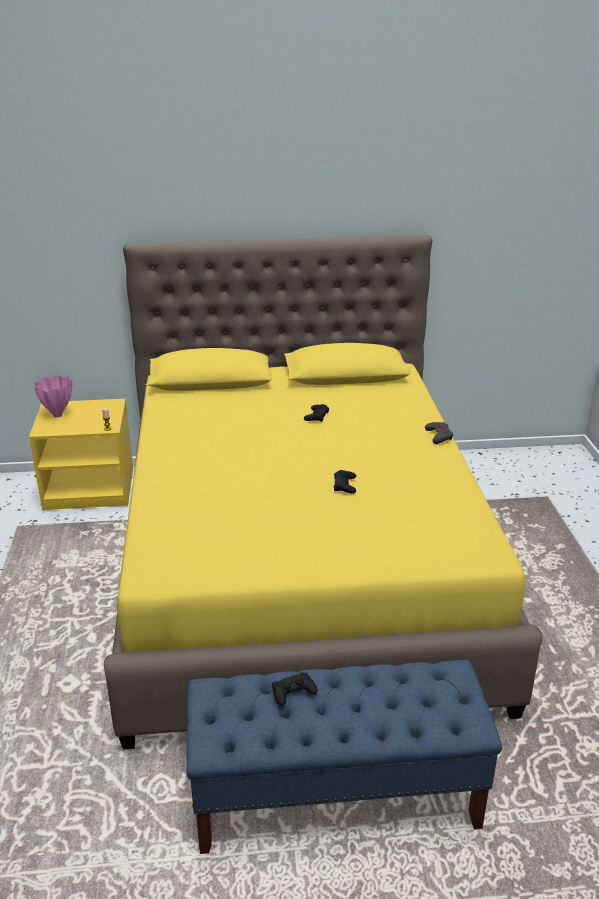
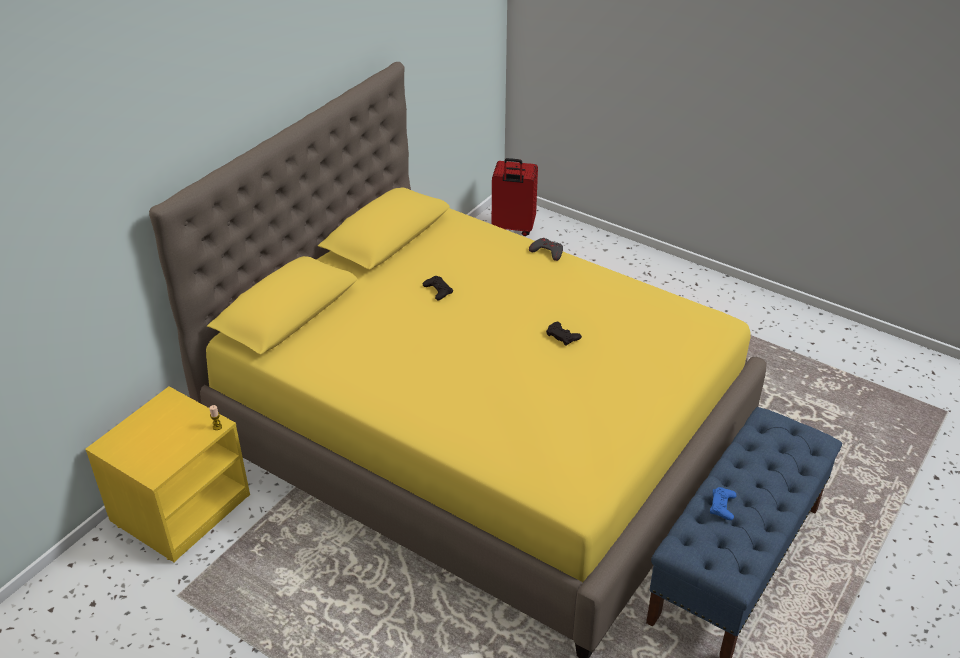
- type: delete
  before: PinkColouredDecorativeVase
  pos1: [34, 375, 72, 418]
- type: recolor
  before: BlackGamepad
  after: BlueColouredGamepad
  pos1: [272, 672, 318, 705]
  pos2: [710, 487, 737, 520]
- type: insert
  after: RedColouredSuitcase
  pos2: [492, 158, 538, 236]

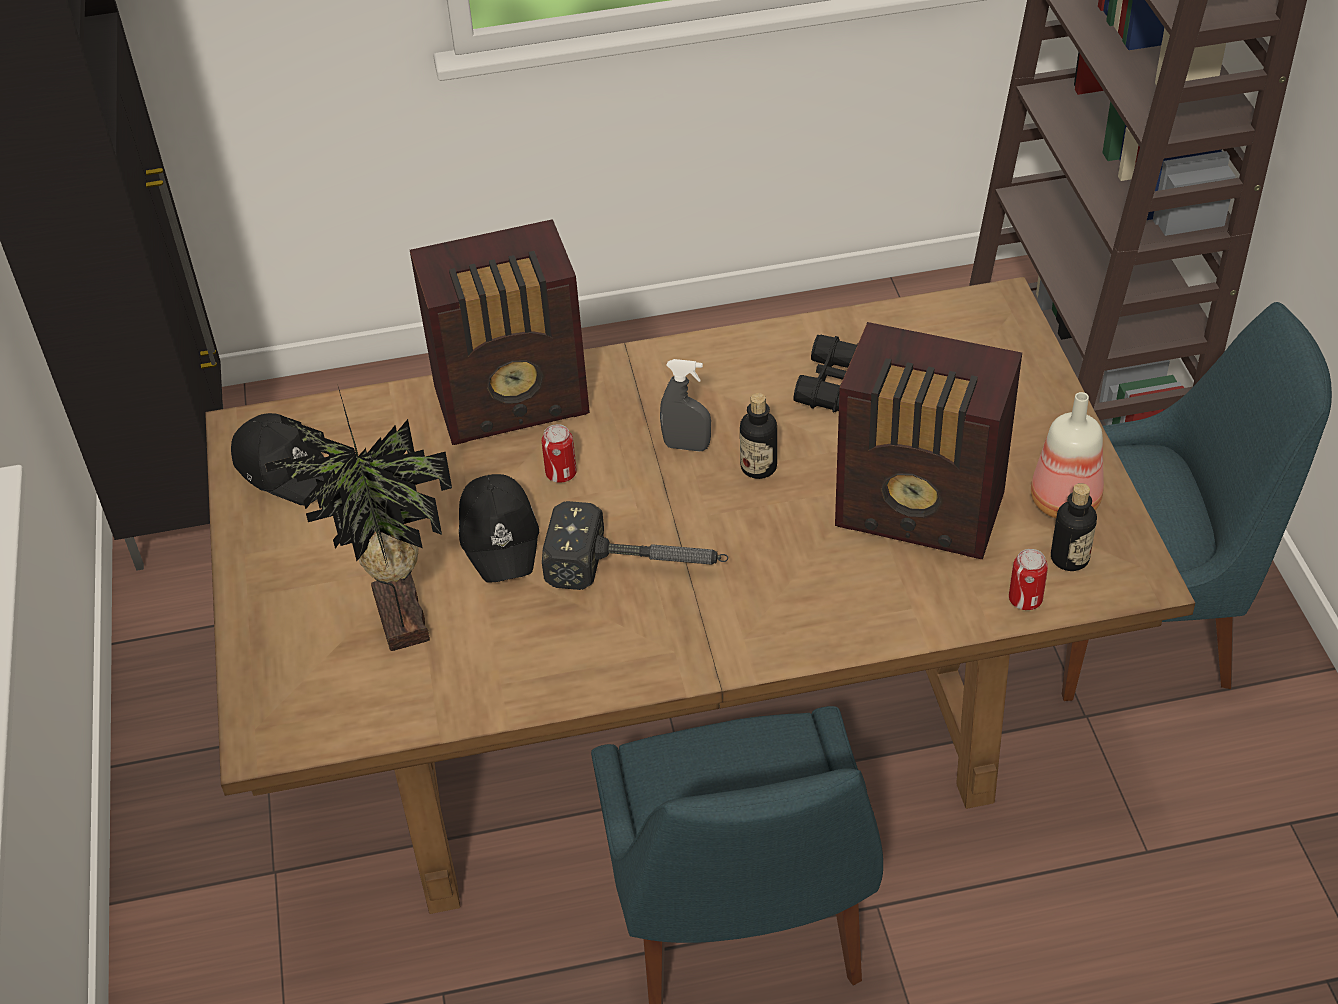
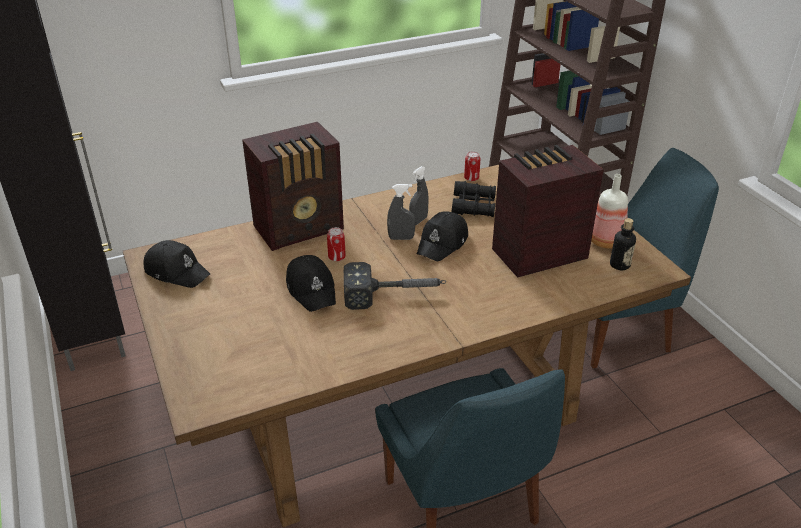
- type: delete
  before: PottedPlant
  pos1: [265, 387, 452, 651]
- type: replace
  before: BeverageBottle
  after: BlackBaseballCap
  pos1: [740, 393, 777, 479]
  pos2: [417, 211, 468, 261]
- type: rotate
  before: Radio
  pos1: [835, 322, 1022, 559]
  pos2: [492, 145, 604, 278]
  turn: 150
- type: move
  before: MetalCan
  pos1: [1009, 549, 1048, 610]
  pos2: [464, 151, 480, 181]
- type: insert
  after: GreyishSprayer
  pos2: [409, 166, 429, 225]

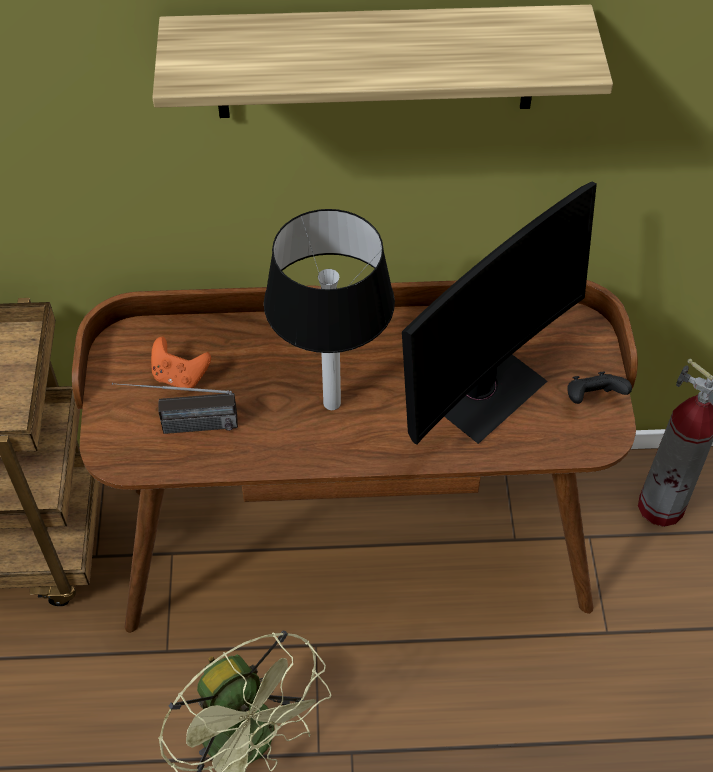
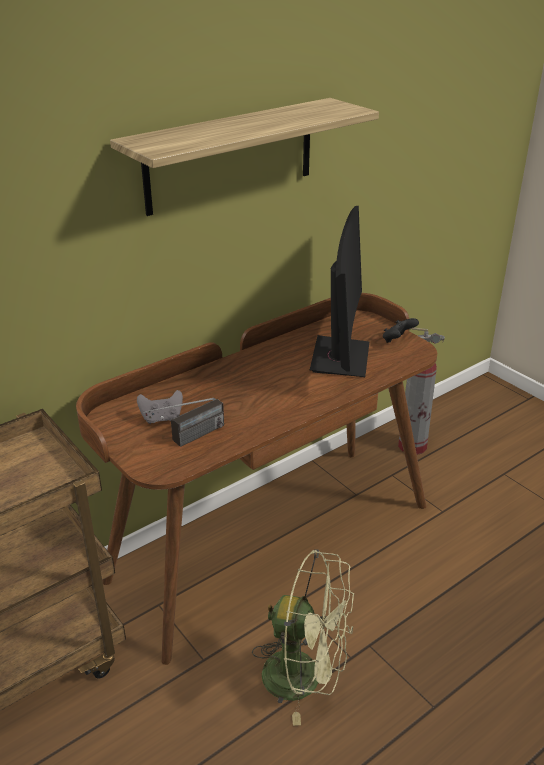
- type: recolor
  before: OrangeColouredGamepad
  after: GreyishGamepad
  pos1: [151, 337, 211, 388]
  pos2: [137, 390, 183, 424]
- type: delete
  before: TabletopLamp
  pos1: [264, 209, 395, 410]

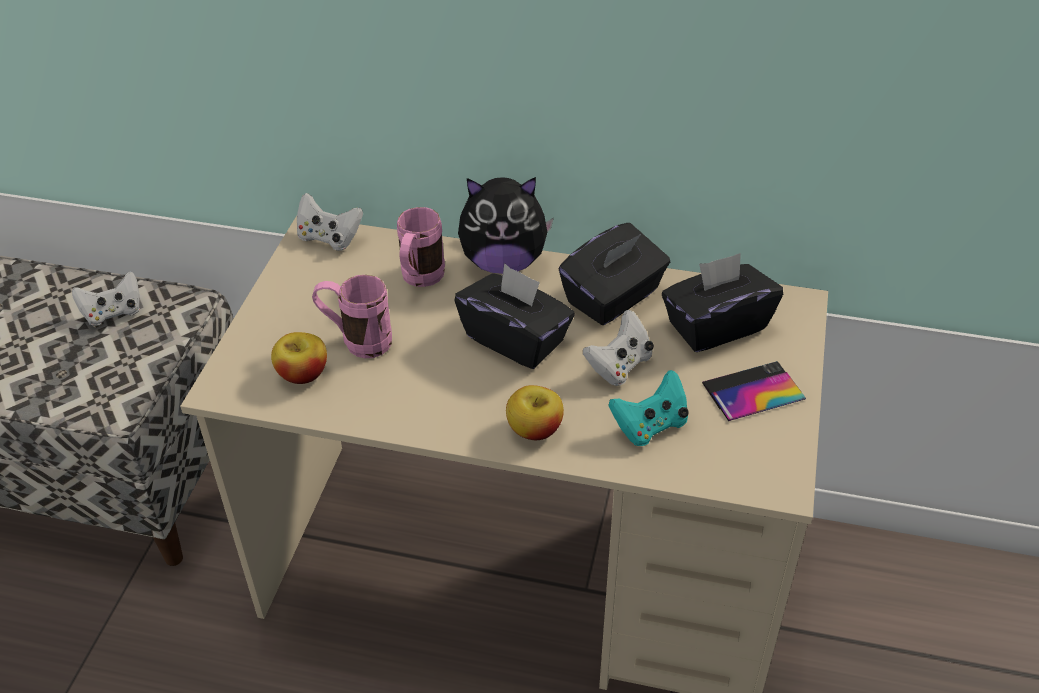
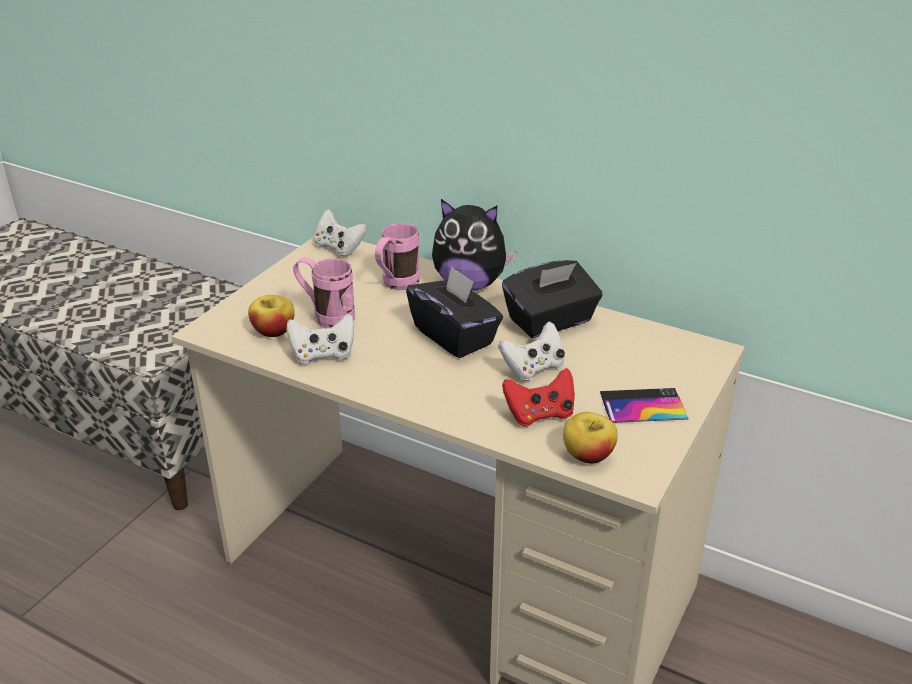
- type: move
  before: WhitishGamepad
  pos1: [72, 272, 140, 326]
  pos2: [286, 314, 354, 363]
- type: move
  before: AppleFruit
  pos1: [506, 385, 564, 440]
  pos2: [563, 412, 618, 464]
- type: recolor
  before: TurquoiseColouredGamepad
  after: RedColouredGamepad
  pos1: [608, 370, 689, 446]
  pos2: [502, 368, 575, 426]
- type: delete
  before: BlackBoxOfTissues
  pos1: [662, 253, 783, 352]

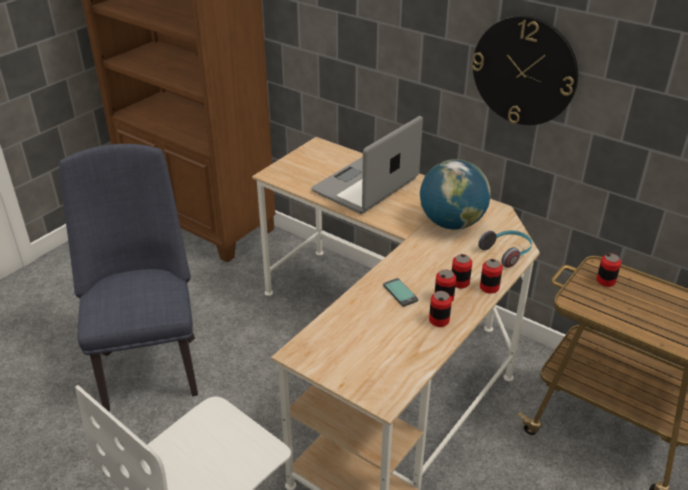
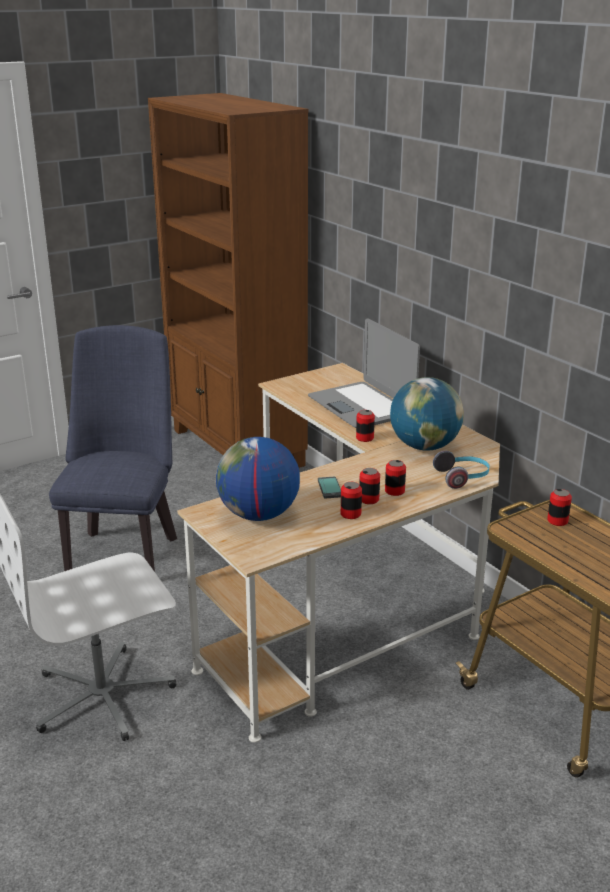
- type: rotate
  before: Laptop
  pos1: [311, 116, 423, 214]
  pos2: [308, 319, 420, 428]
  turn: -90
- type: delete
  before: HangingClock
  pos1: [472, 16, 578, 125]
- type: move
  before: MetalCan
  pos1: [480, 259, 503, 294]
  pos2: [356, 410, 375, 442]
- type: insert
  after: WorldGlobe
  pos2: [216, 437, 300, 521]

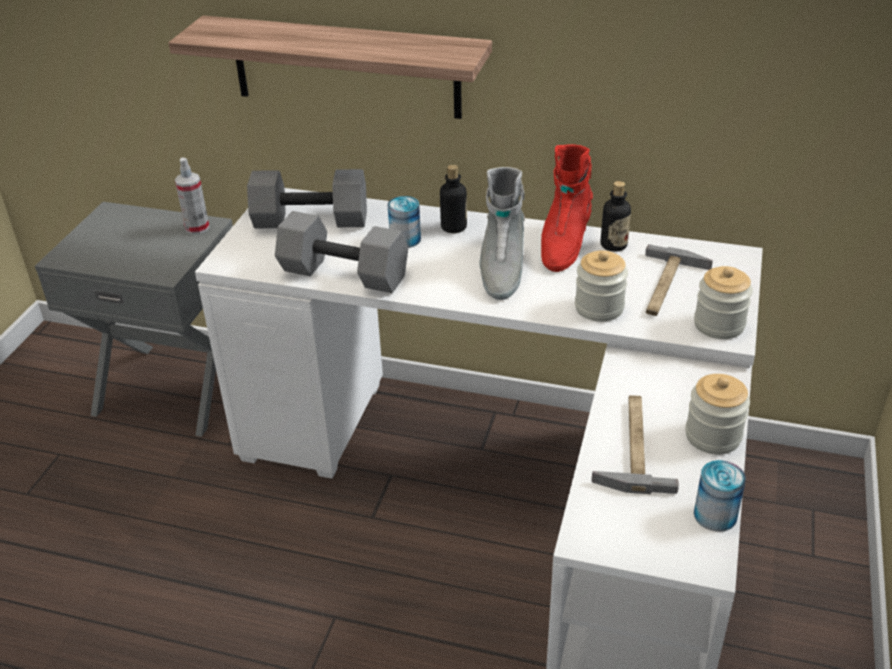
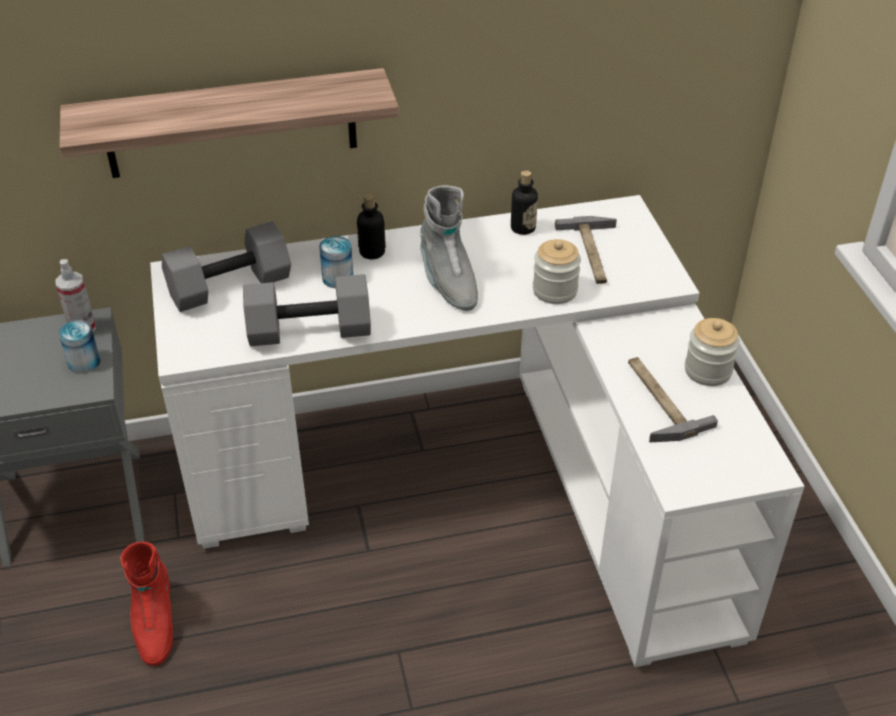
- type: move
  before: RedColouredBoot
  pos1: [541, 144, 593, 272]
  pos2: [120, 541, 173, 666]
- type: delete
  before: PreserveJar
  pos1: [694, 266, 753, 339]
- type: move
  before: MetalCan
  pos1: [694, 460, 746, 532]
  pos2: [59, 320, 100, 373]

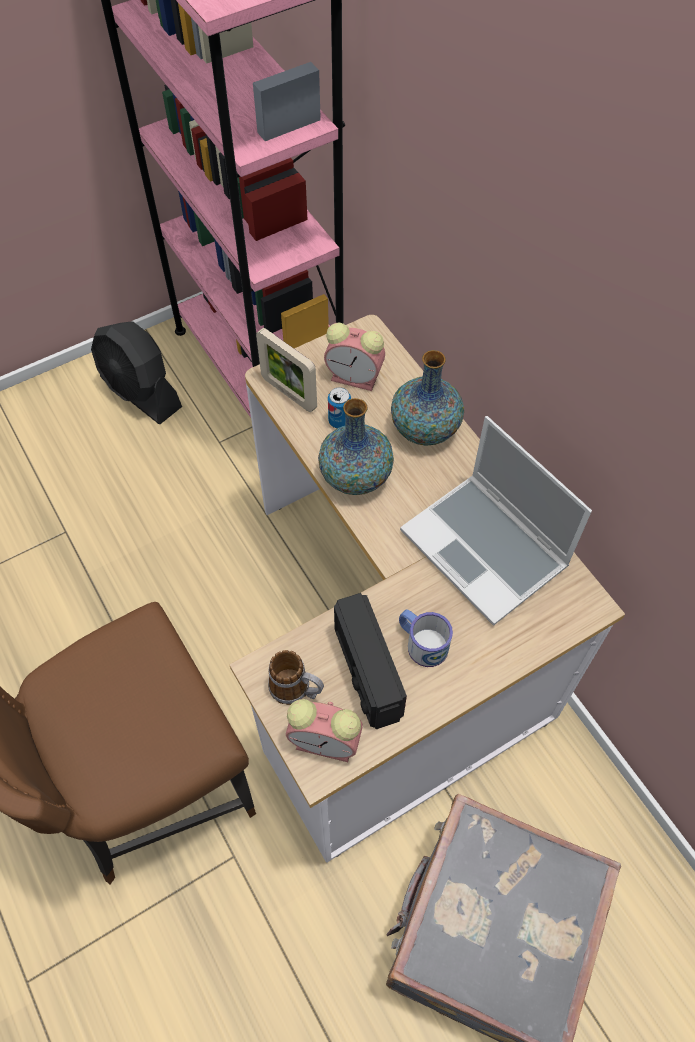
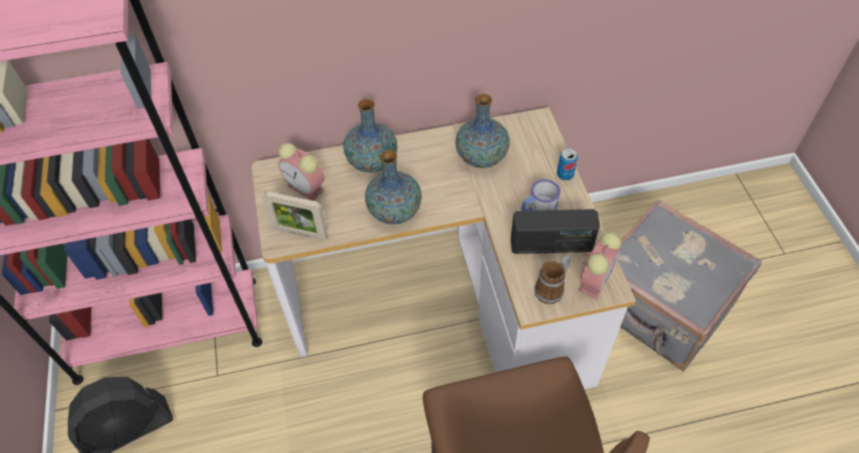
- type: rotate
  before: PhotoFrame
  pos1: [256, 328, 317, 412]
  pos2: [262, 191, 328, 241]
  turn: 45
- type: rotate
  before: AlarmClock
  pos1: [324, 323, 385, 391]
  pos2: [278, 143, 325, 201]
  turn: 90
- type: move
  before: MetalCan
  pos1: [328, 387, 351, 428]
  pos2: [557, 148, 578, 180]
- type: replace
  before: Laptop
  after: DecorativeVase
  pos1: [400, 416, 592, 626]
  pos2: [455, 94, 510, 168]

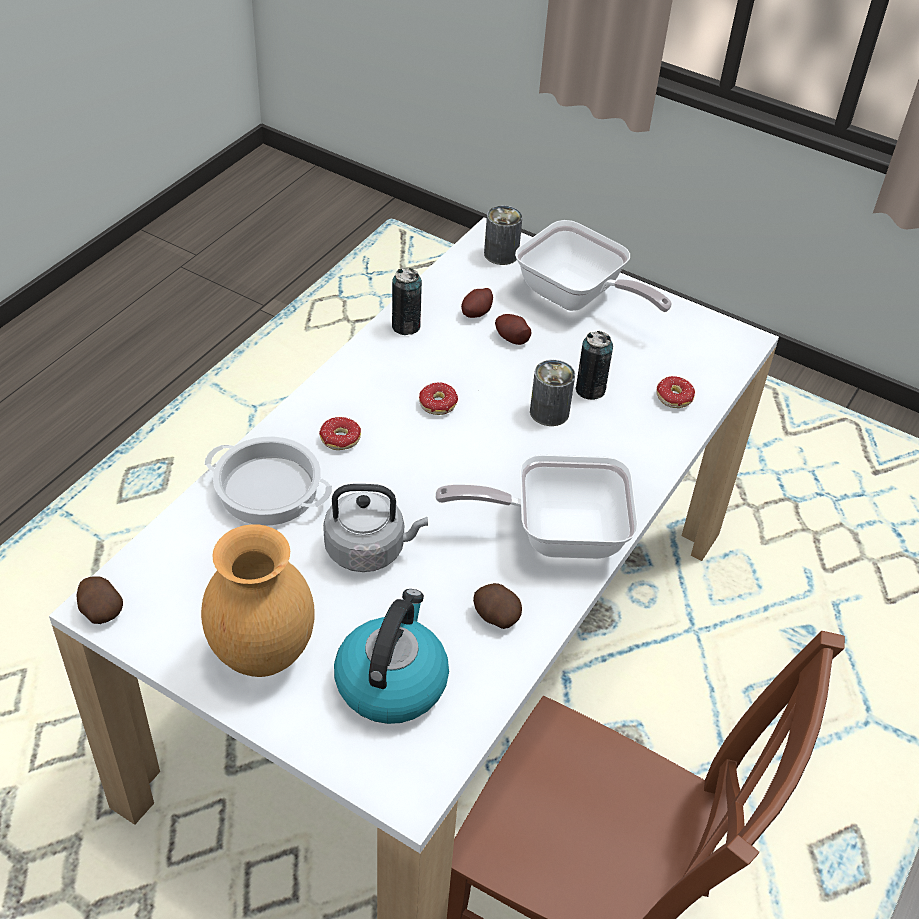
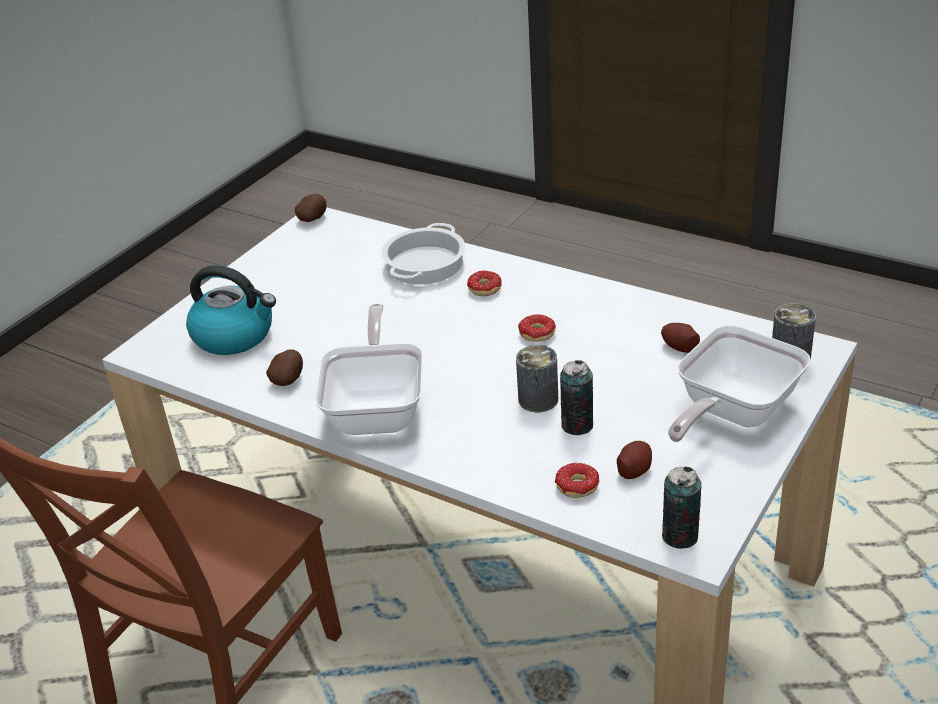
- type: delete
  before: BrownishDecorativeVase
  pos1: [201, 524, 315, 677]
- type: delete
  before: GreyishKettle
  pos1: [323, 484, 428, 572]
- type: move
  before: MetalCan
  pos1: [392, 268, 422, 335]
  pos2: [662, 466, 702, 549]
- type: move
  before: WholePotato
  pos1: [495, 314, 531, 345]
  pos2: [617, 441, 652, 479]

